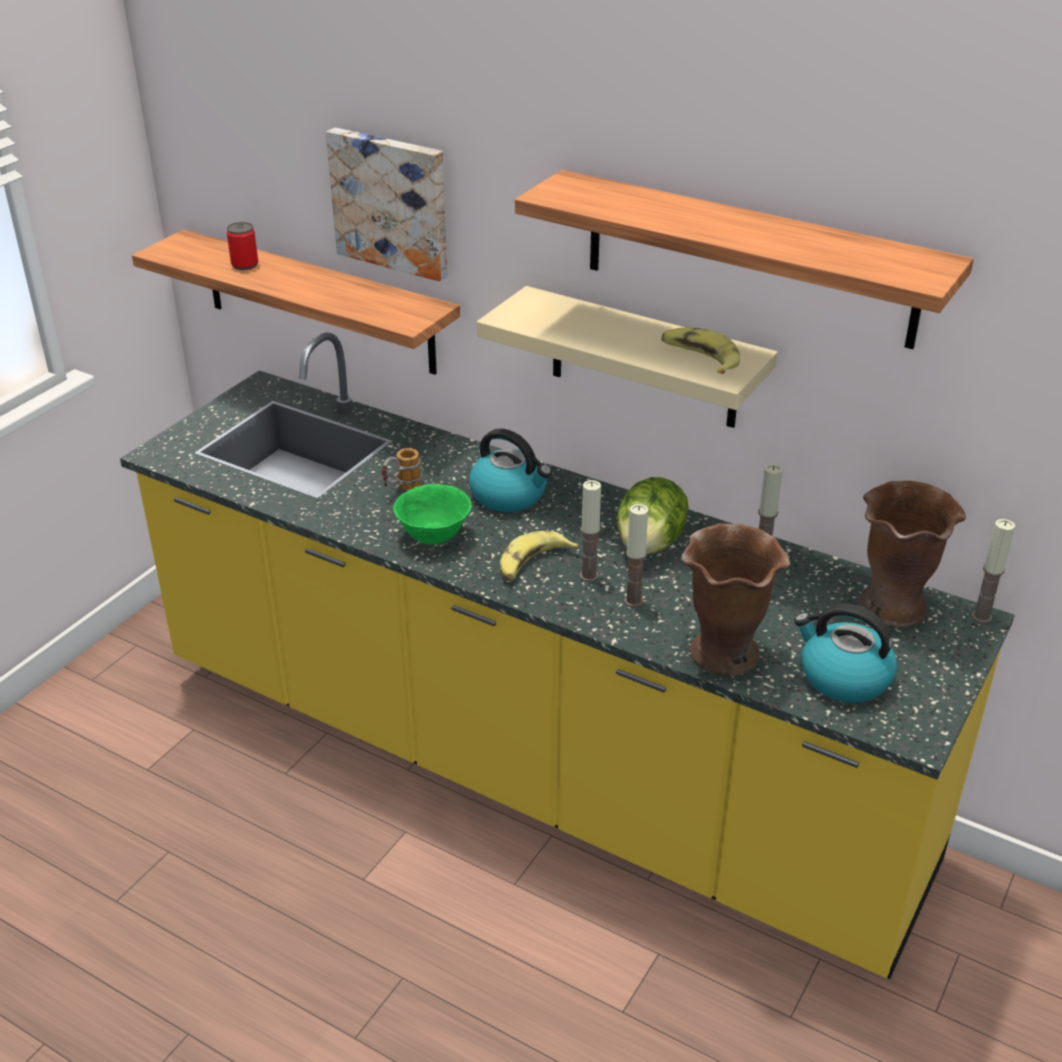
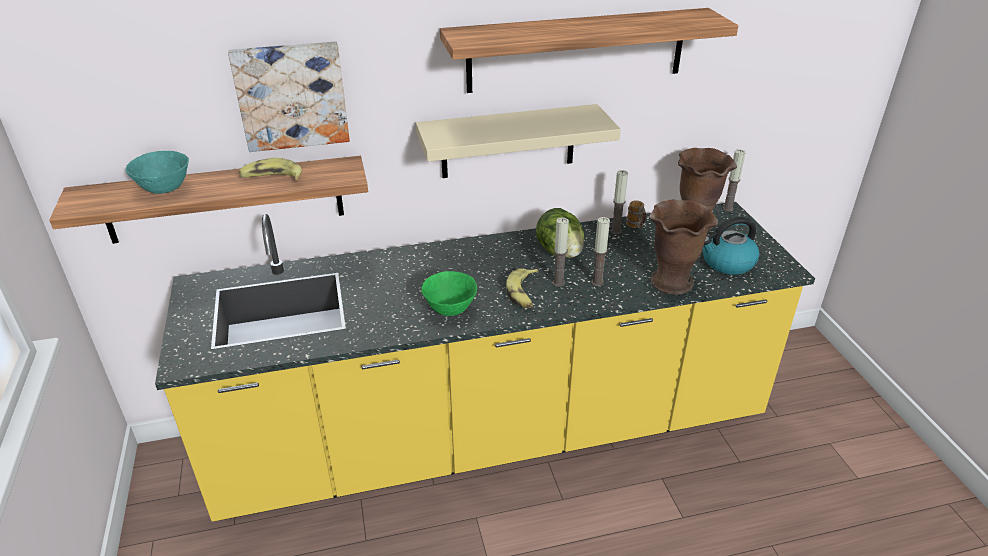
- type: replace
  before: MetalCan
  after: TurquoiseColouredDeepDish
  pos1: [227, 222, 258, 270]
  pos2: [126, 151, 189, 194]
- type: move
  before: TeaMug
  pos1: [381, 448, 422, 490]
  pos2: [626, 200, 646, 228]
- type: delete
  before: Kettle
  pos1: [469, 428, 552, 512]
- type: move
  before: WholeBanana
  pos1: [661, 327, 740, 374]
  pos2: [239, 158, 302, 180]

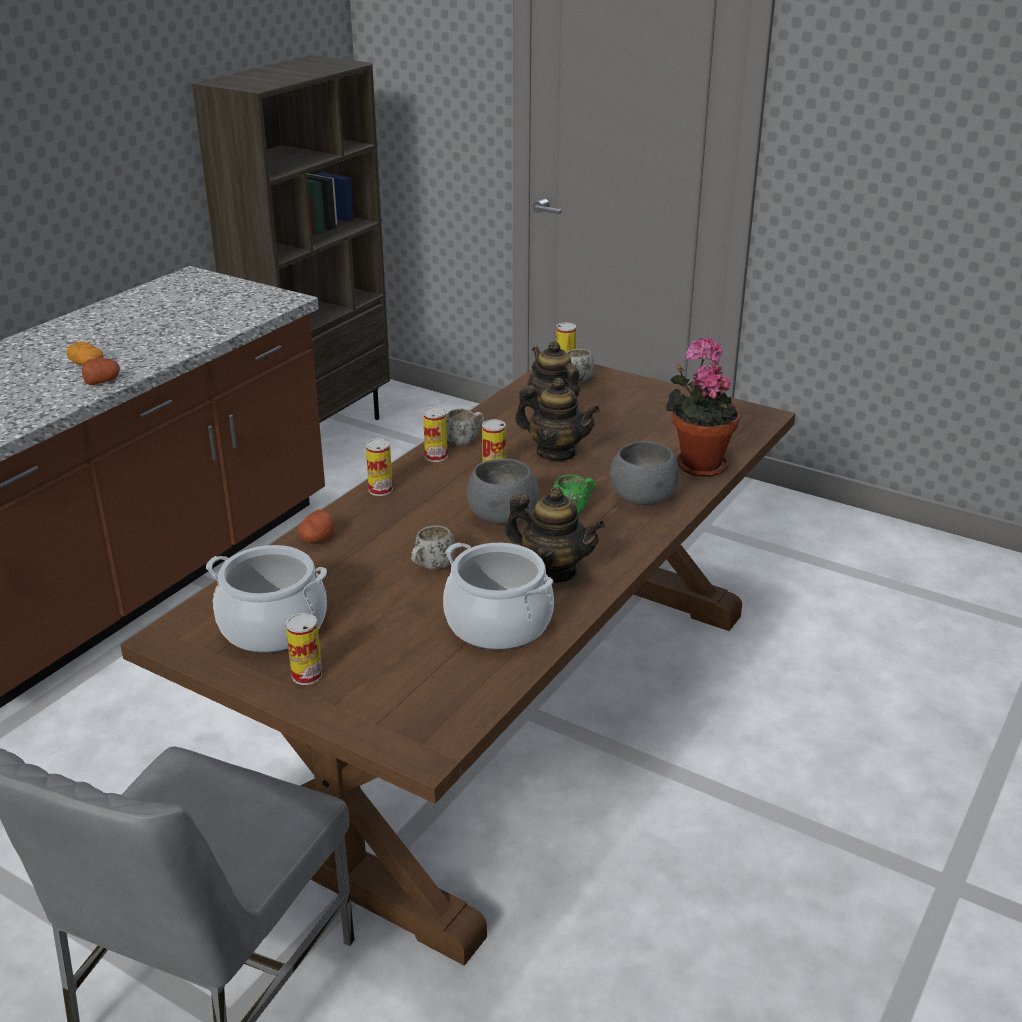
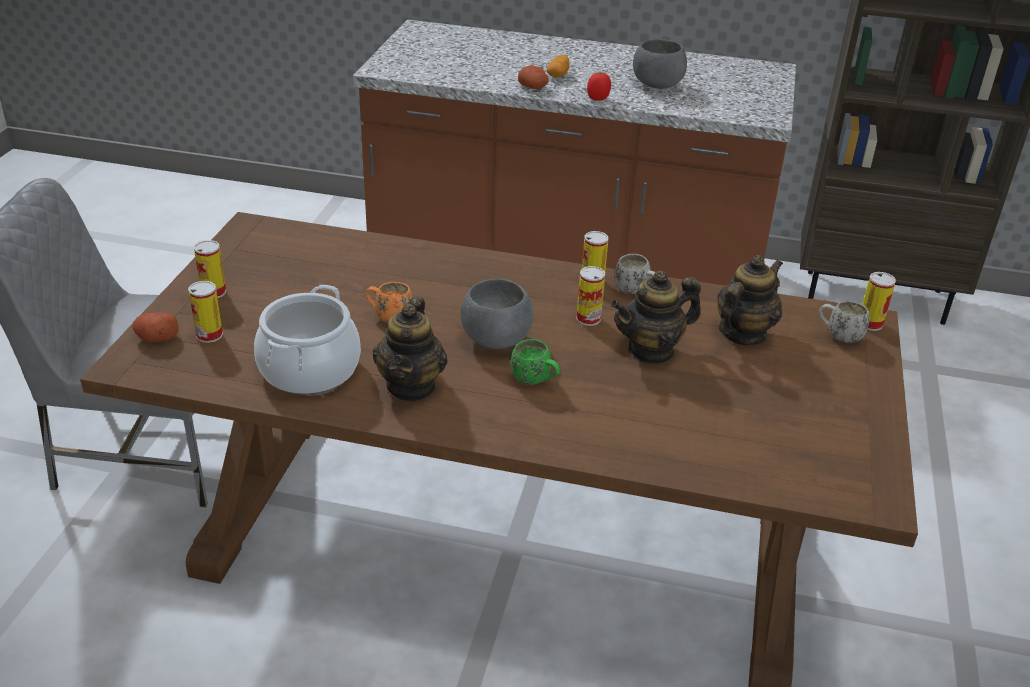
- type: delete
  before: Stockpot
  pos1: [206, 545, 327, 653]
- type: move
  before: WholePotato
  pos1: [298, 509, 335, 543]
  pos2: [132, 313, 179, 342]
- type: move
  before: MetalCan
  pos1: [366, 438, 393, 496]
  pos2: [188, 281, 223, 343]
- type: recolor
  before: WhitishTeaMug
  after: OrangeColouredTeaMug
  pos1: [411, 525, 456, 570]
  pos2: [365, 282, 413, 323]
- type: rotate
  before: Teapot
  pos1: [515, 378, 600, 461]
  pos2: [611, 271, 701, 364]
  turn: 60
- type: move
  before: GreyishDeepDish
  pos1: [610, 441, 680, 505]
  pos2: [633, 39, 687, 89]
- type: delete
  before: PottedPlant
  pos1: [666, 338, 740, 477]
- type: insert
  after: WholeTomato
  pos2: [587, 72, 611, 101]

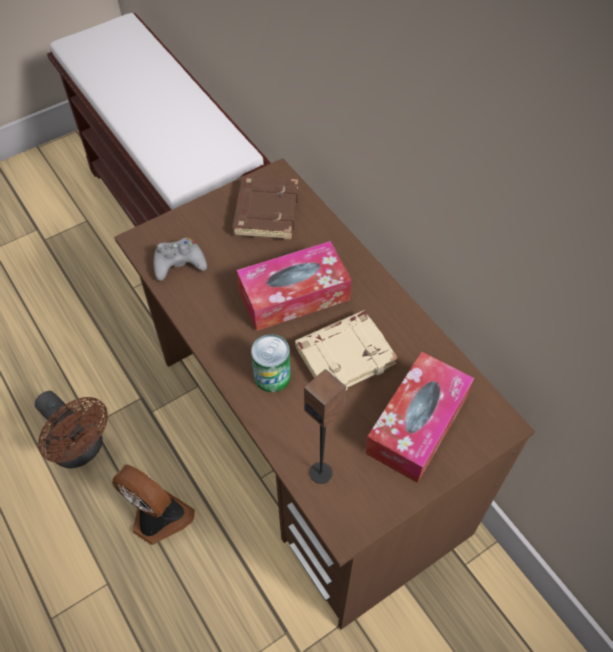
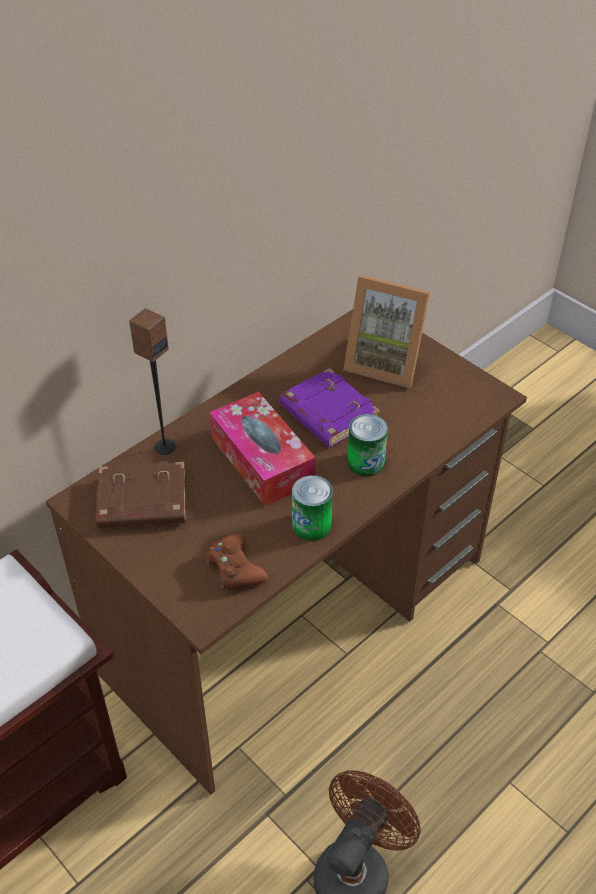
- type: delete
  before: Fan
  pos1: [112, 464, 195, 545]
- type: recolor
  before: GreyishGamepad
  after: BrownishGamepad
  pos1: [153, 238, 207, 281]
  pos2: [206, 533, 268, 590]
- type: recolor
  before: BeigeColouredBook
  after: PurpleColouredBook
  pos1: [295, 310, 398, 390]
  pos2: [279, 368, 380, 447]
- type: move
  before: Loudspeaker
  pos1: [304, 369, 346, 484]
  pos2: [129, 308, 175, 455]
- type: replace
  before: BoxOfTissues
  after: PhotoFrame
  pos1: [365, 352, 474, 483]
  pos2: [343, 275, 430, 388]
- type: insert
  after: MetalCan
  pos2: [292, 475, 333, 541]

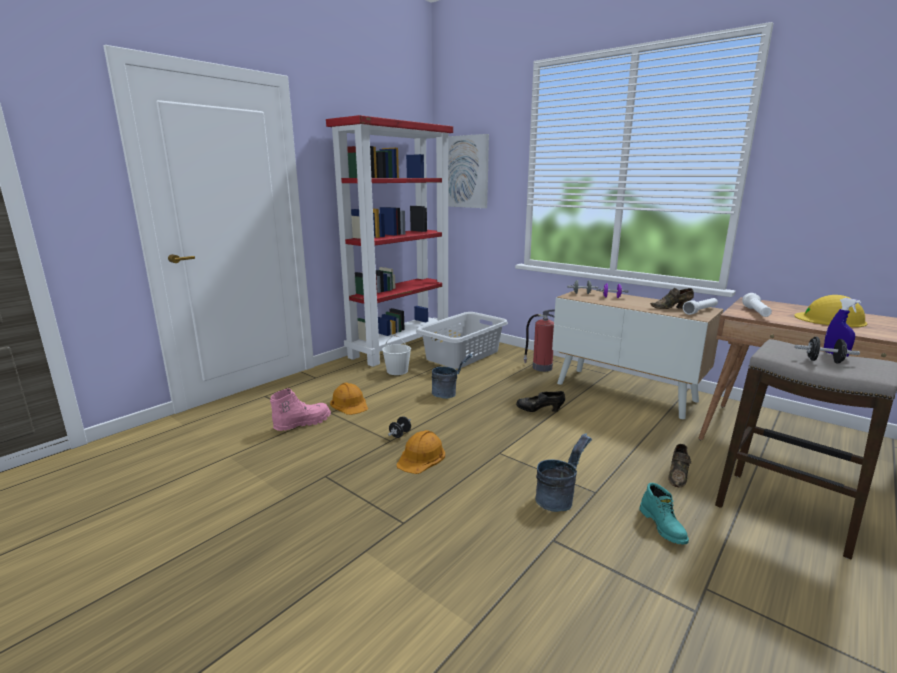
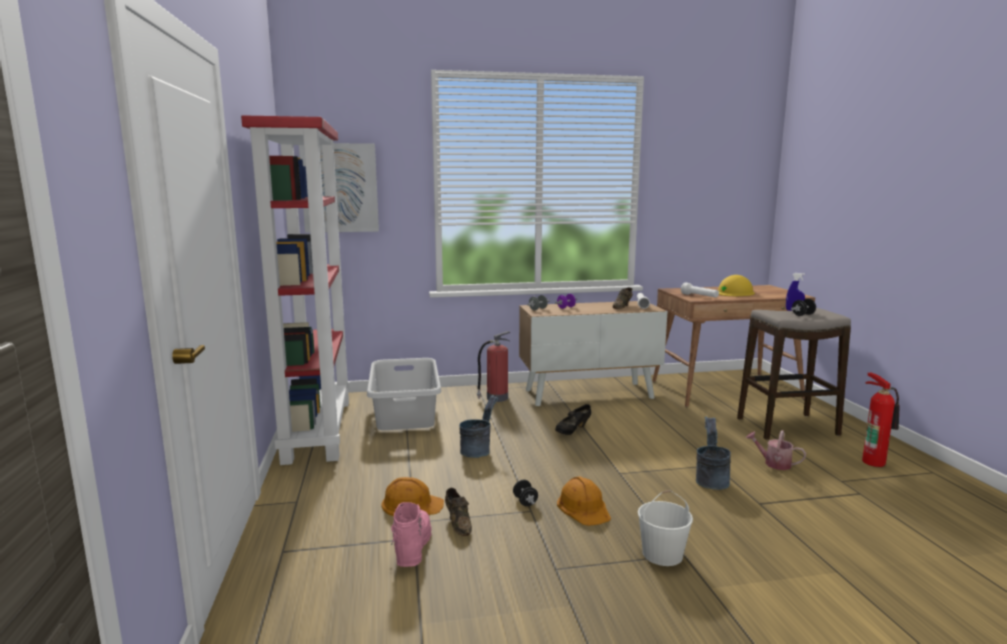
- type: move
  before: WhitishPail
  pos1: [382, 335, 411, 375]
  pos2: [638, 490, 693, 566]
- type: replace
  before: TurquoiseColouredBoot
  after: WateringCan
  pos1: [639, 483, 689, 545]
  pos2: [746, 430, 806, 470]
- type: move
  before: BrownishItemOfFootwear
  pos1: [668, 444, 691, 487]
  pos2: [445, 488, 472, 536]
- type: insert
  after: Extinguisher
  pos2: [862, 373, 900, 467]

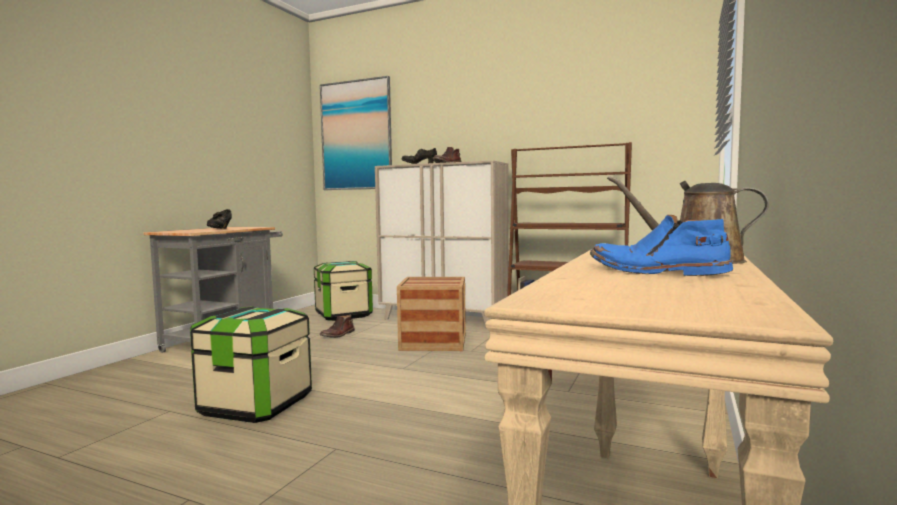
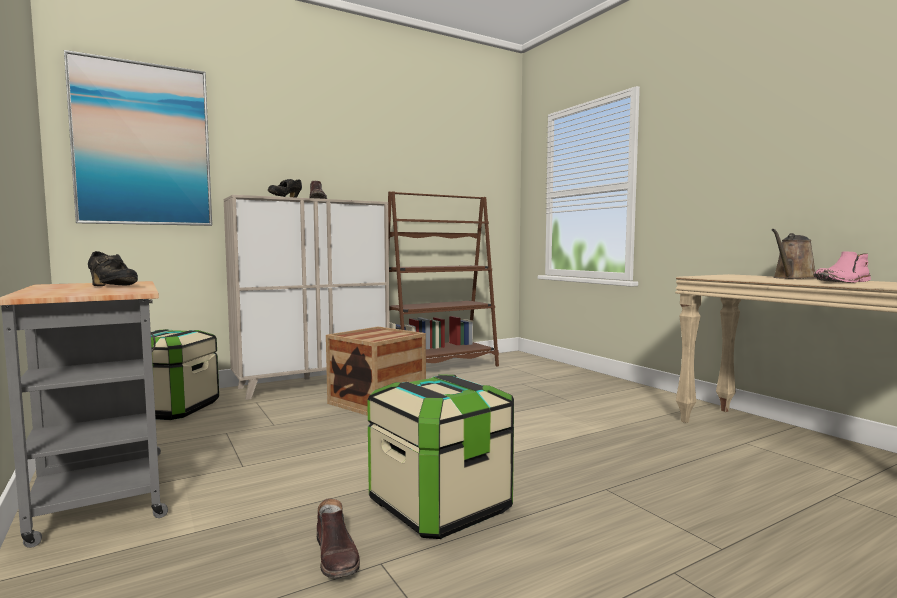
- type: move
  before: BrownishBoot
  pos1: [320, 315, 355, 338]
  pos2: [317, 498, 360, 578]
- type: recolor
  before: BlueColouredBoot
  after: PinkColouredBoot
  pos1: [590, 215, 733, 276]
  pos2: [814, 251, 871, 283]

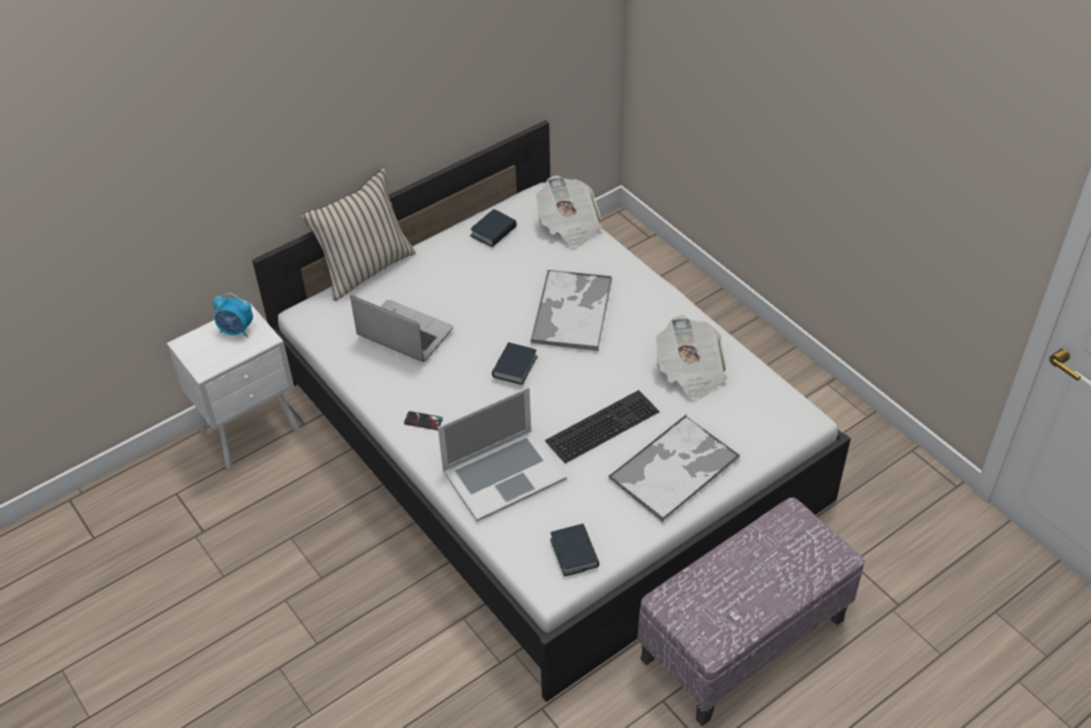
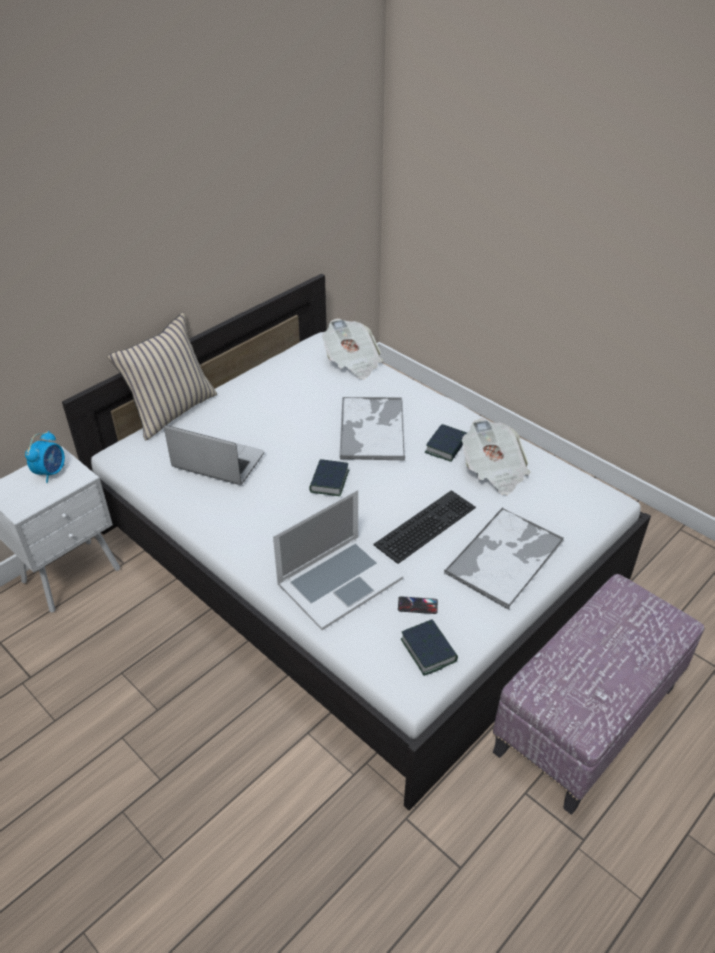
- type: rotate
  before: AlarmClock
  pos1: [213, 293, 253, 337]
  pos2: [25, 431, 65, 483]
  turn: -75
- type: move
  before: Phone
  pos1: [404, 411, 443, 430]
  pos2: [398, 596, 438, 614]
- type: move
  before: Book
  pos1: [470, 209, 517, 247]
  pos2: [425, 424, 467, 462]

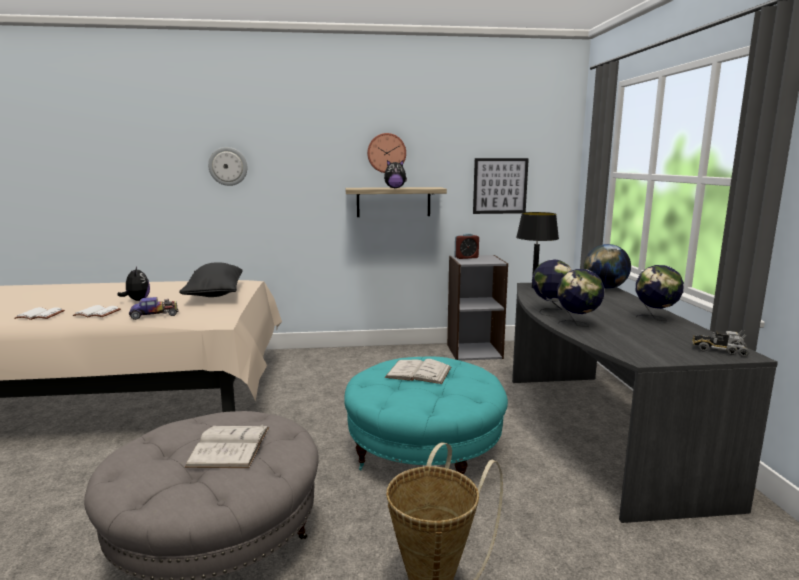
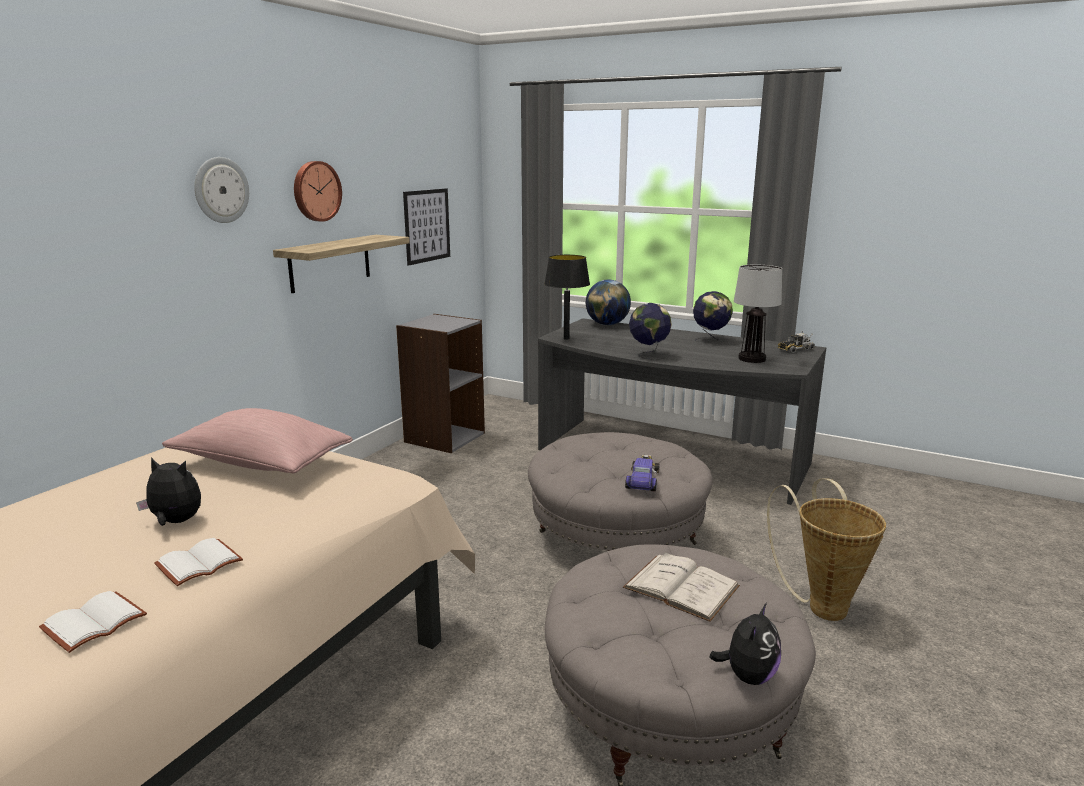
- type: move
  before: MiniatureCar
  pos1: [129, 297, 179, 320]
  pos2: [625, 455, 660, 491]
- type: recolor
  before: BlackPillow
  after: PinkColouredPillow
  pos1: [179, 263, 243, 297]
  pos2: [162, 408, 353, 473]
- type: move
  before: HangingClock
  pos1: [208, 147, 247, 186]
  pos2: [194, 157, 249, 223]
- type: recolor
  before: TurquoiseColouredFootrest
  after: GreyishFootrest
  pos1: [344, 357, 508, 475]
  pos2: [528, 432, 712, 551]
- type: move
  before: CuddlyToy
  pos1: [384, 160, 407, 188]
  pos2: [710, 603, 781, 685]
- type: delete
  before: WhitishBook
  pos1: [385, 359, 451, 384]
- type: delete
  before: AlarmClock
  pos1: [455, 233, 479, 259]
- type: delete
  before: WorldGlobe
  pos1: [557, 269, 604, 327]
- type: insert
  after: TabletopLamp
  pos2: [734, 265, 782, 363]

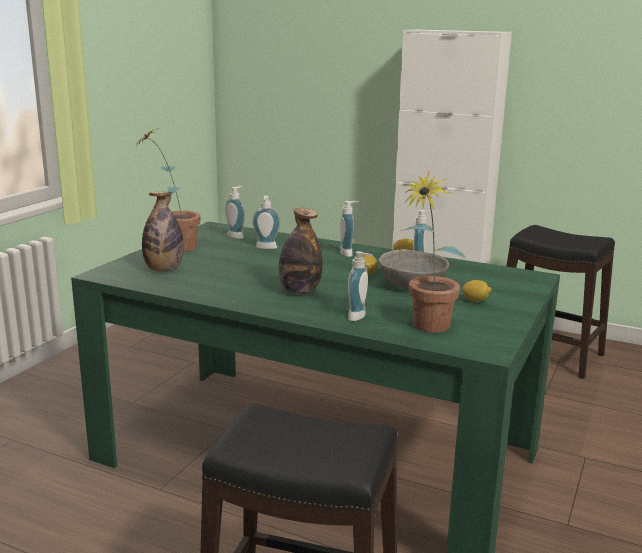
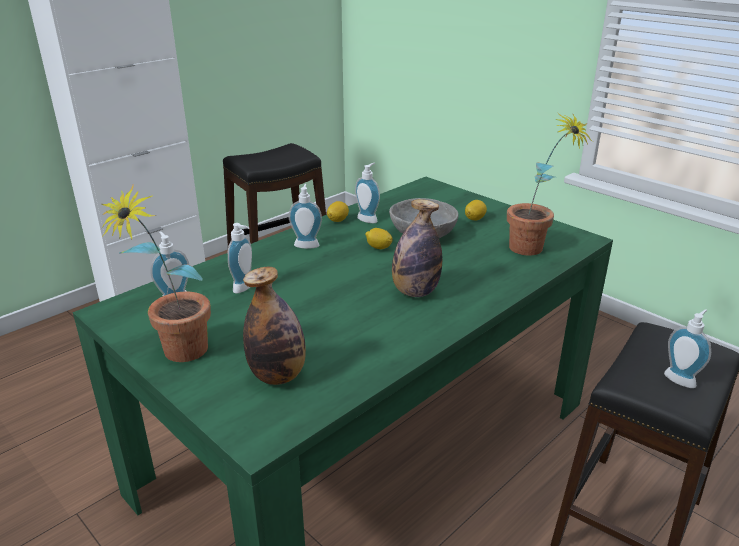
- type: move
  before: SoapDispenser
  pos1: [348, 251, 373, 321]
  pos2: [664, 309, 711, 388]

